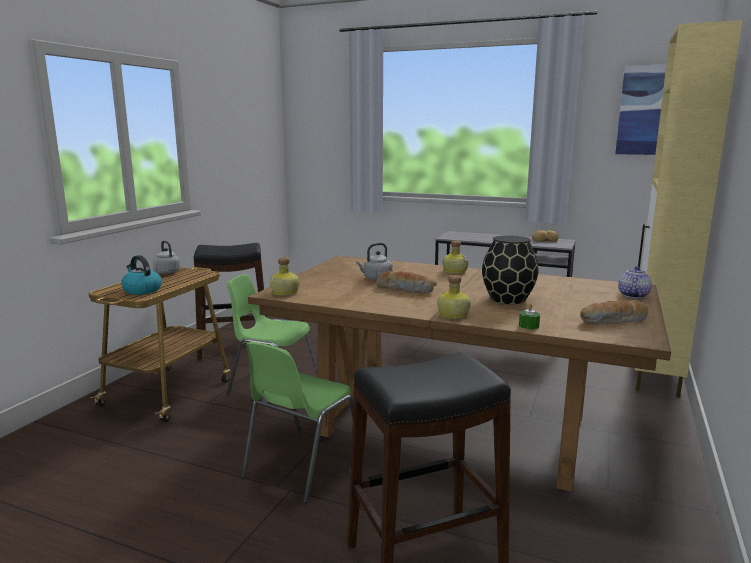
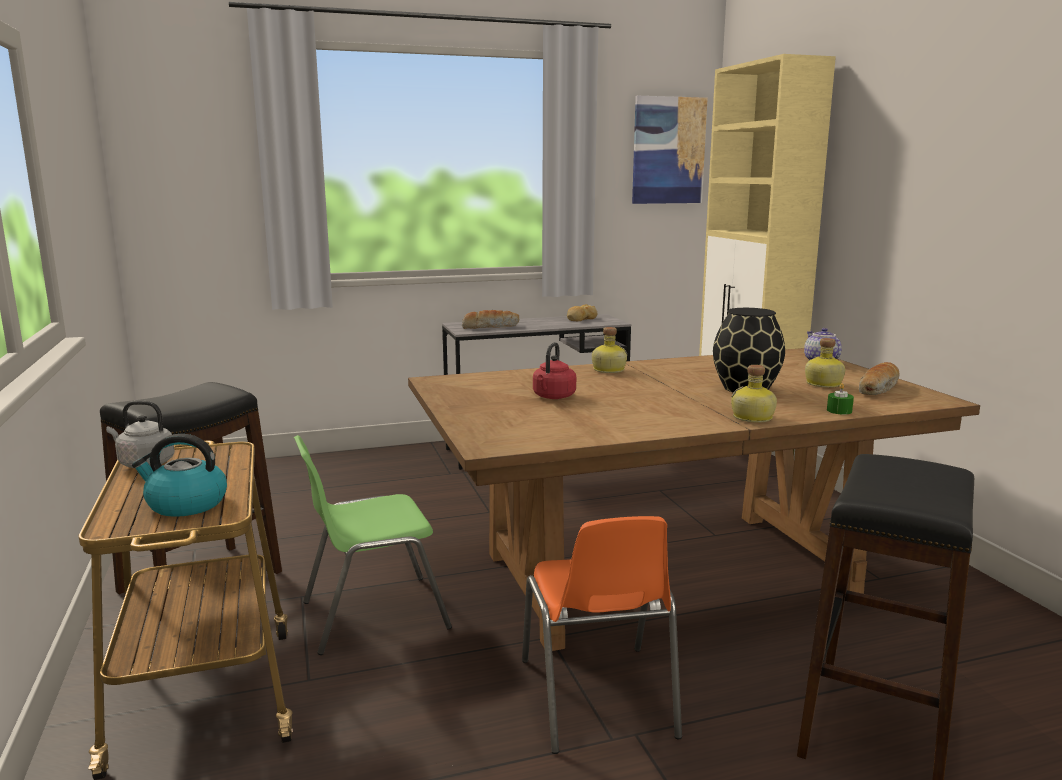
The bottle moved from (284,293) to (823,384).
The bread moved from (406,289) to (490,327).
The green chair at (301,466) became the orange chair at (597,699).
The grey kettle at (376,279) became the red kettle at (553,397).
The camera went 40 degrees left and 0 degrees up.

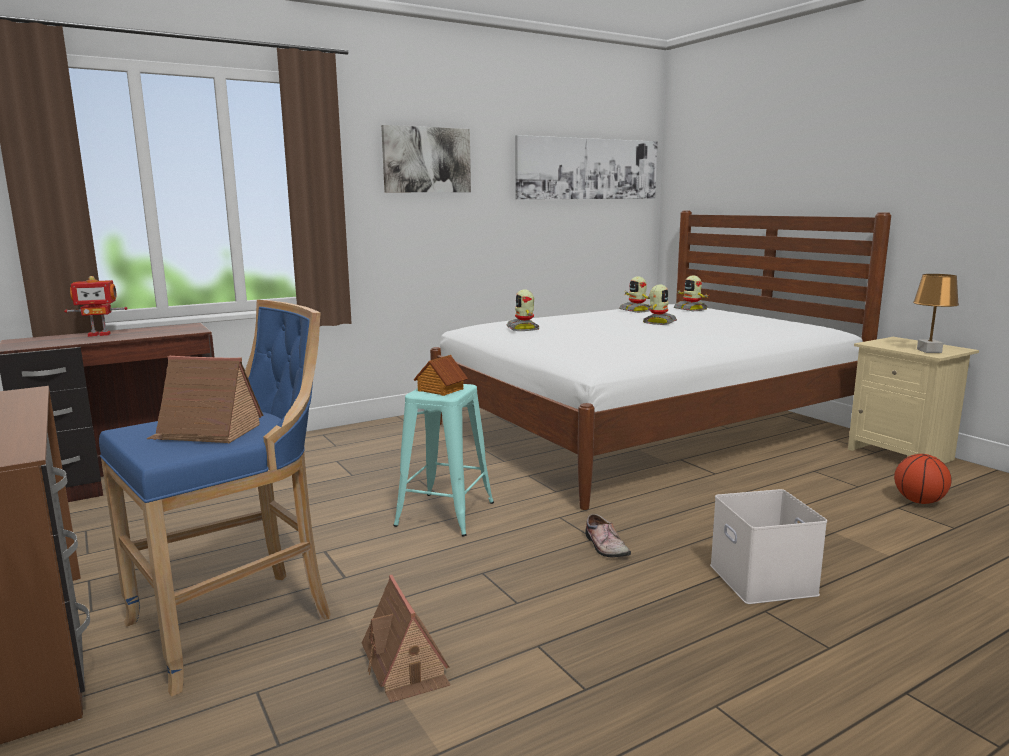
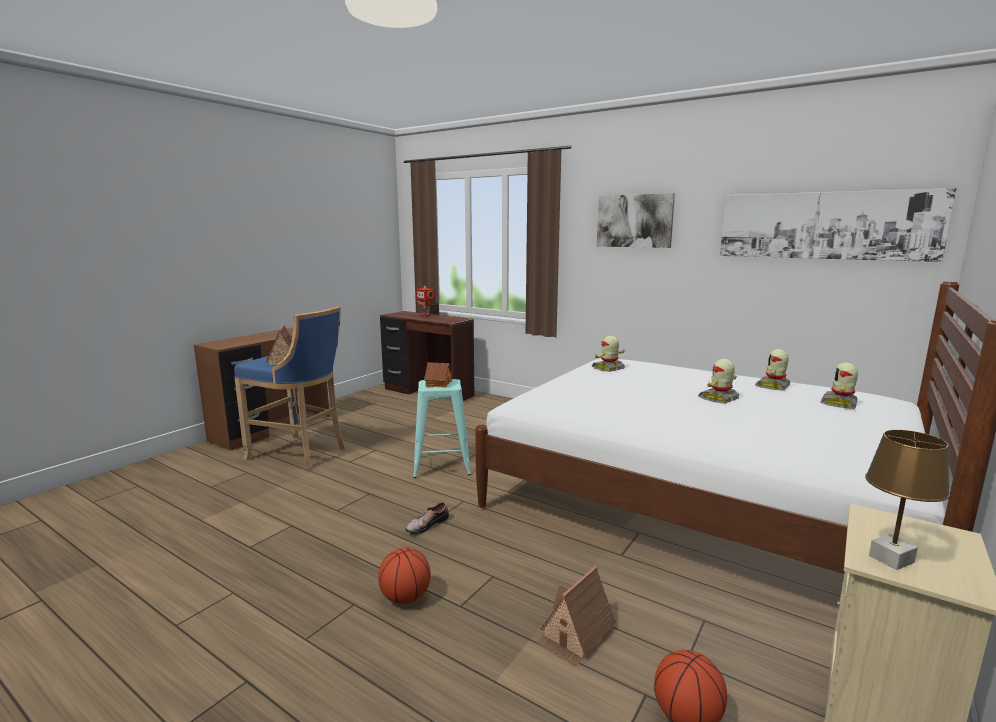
The toy house moved from (406,666) to (575,634).
The white storage box at (760,579) was replaced by the basketball at (405,598).
The toy robot at (658,322) turned 135 degrees clockwise.
The camera went 65 degrees right and 0 degrees up.

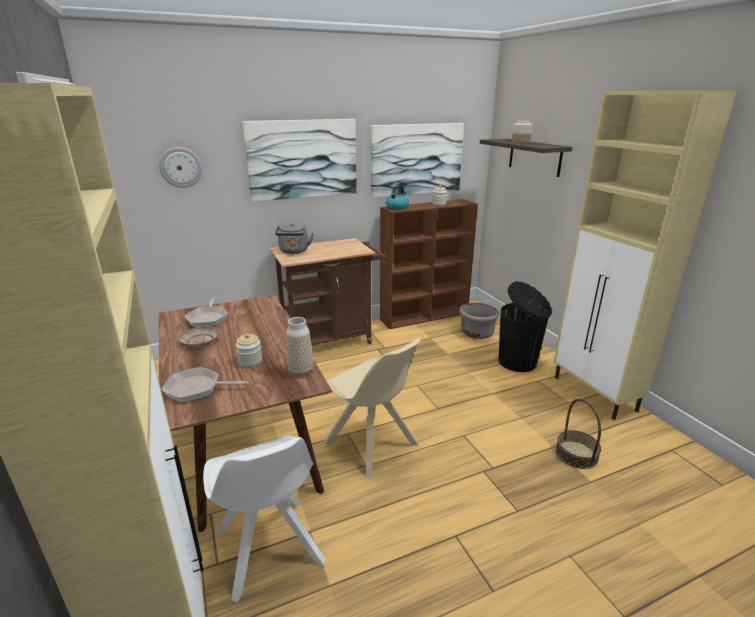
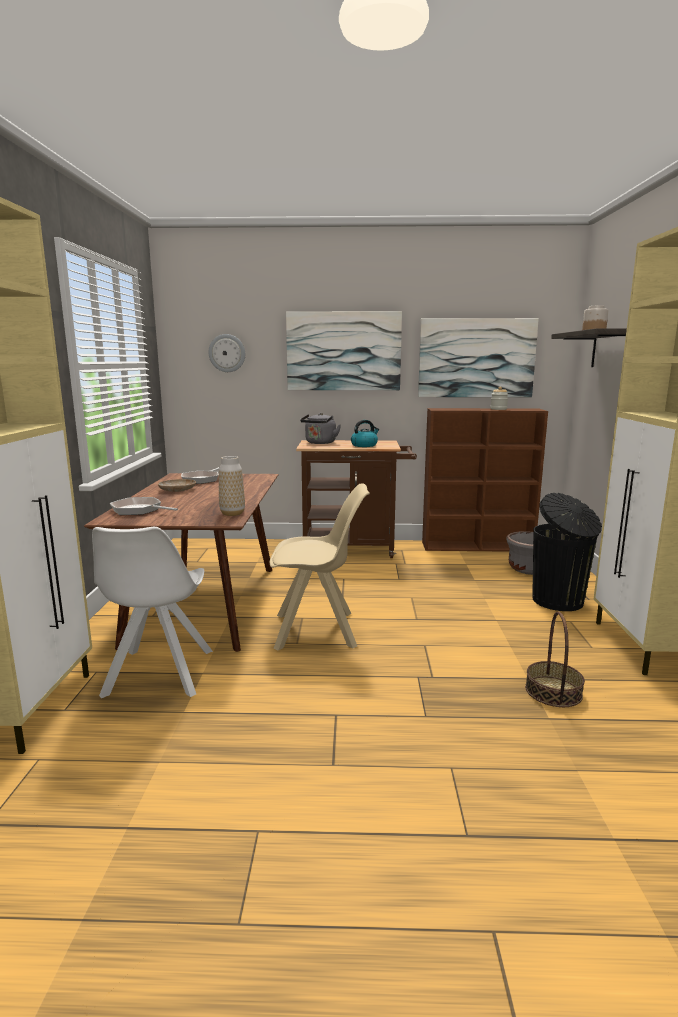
The jar at (250,361) disappeared.
The kettle moved from (397,208) to (364,445).
The beige chair at (372,445) turned 75 degrees counterclockwise.
The camera went 25 degrees right and 10 degrees down.

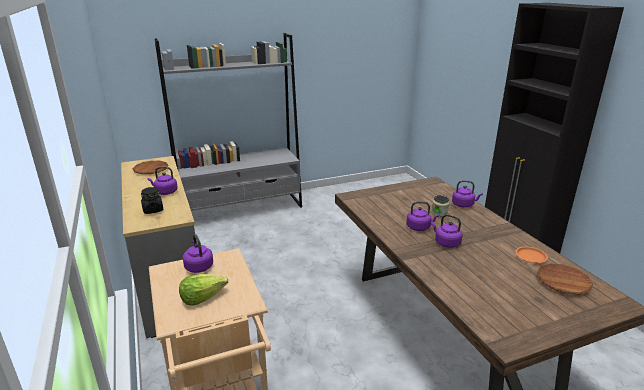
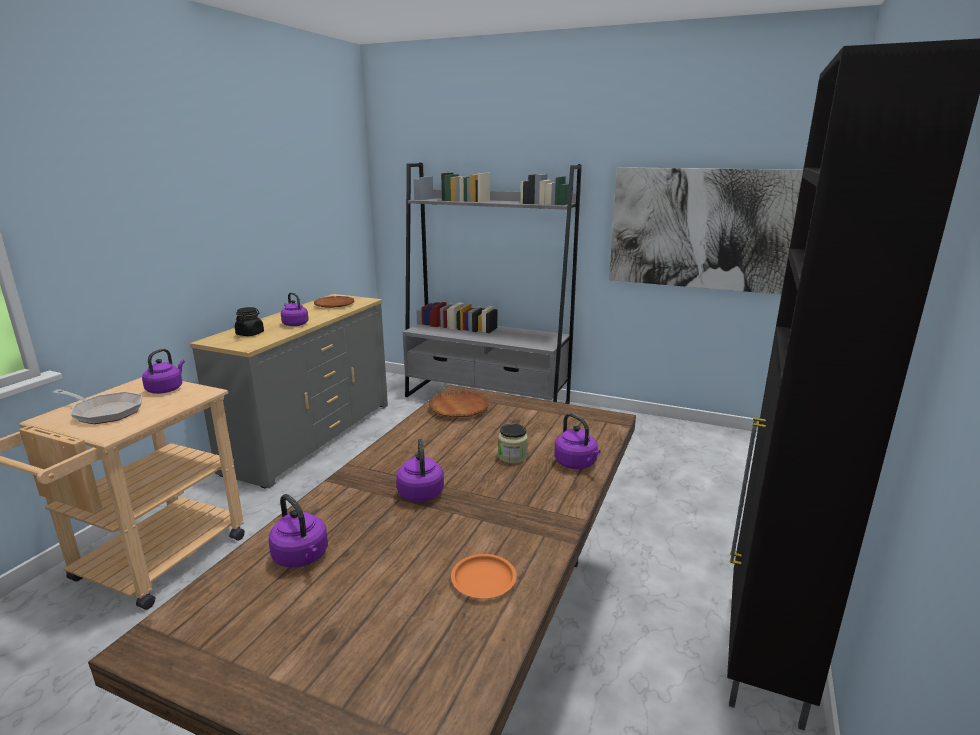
The picture at (700,229) appeared.
The purple kettle moved from (419,227) to (302,557).
The brown plate moved from (563,282) to (458,408).
The lettuce at (202,297) was replaced by the frying pan at (105,412).
The camera went 45 degrees right and 5 degrees down.

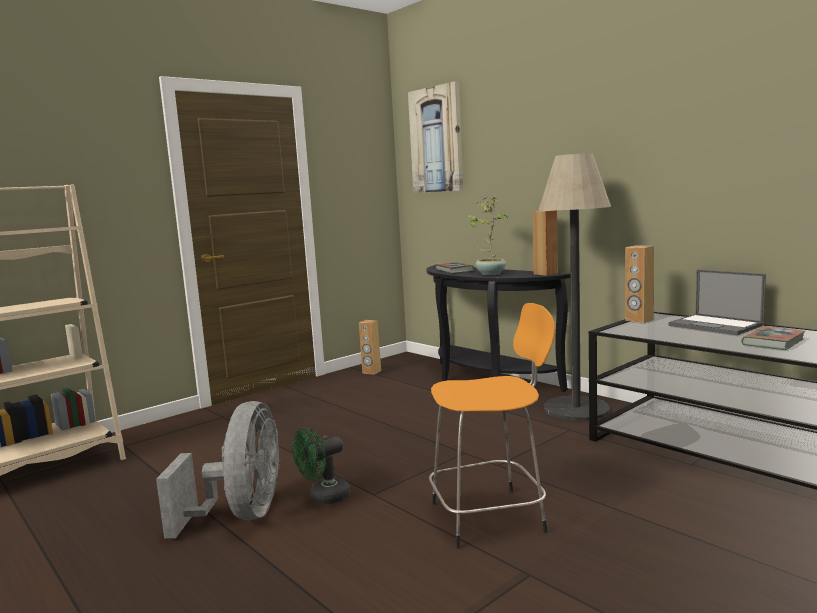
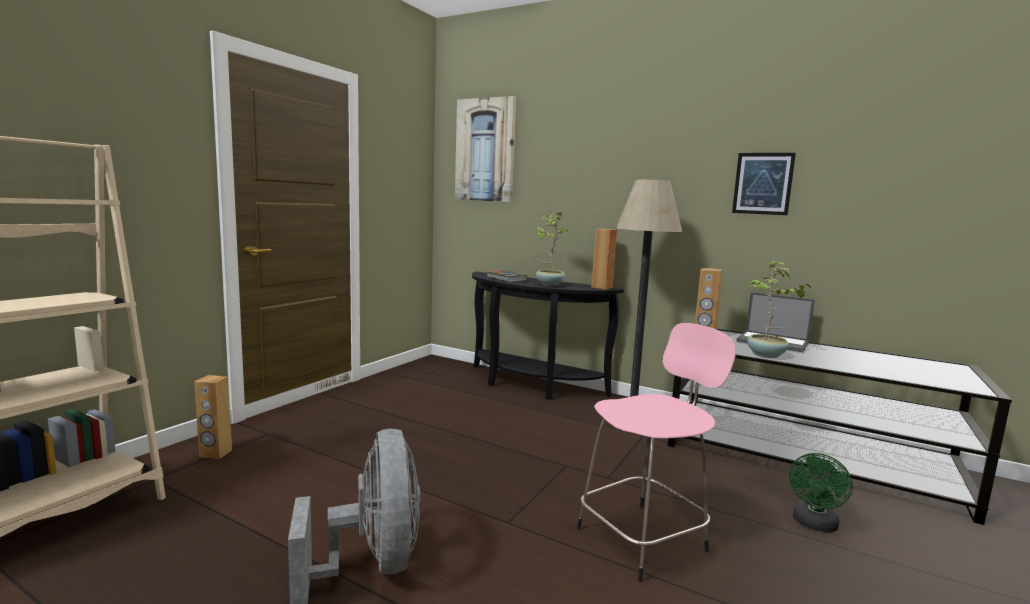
The book at (773,342) disappeared.
The picture at (763,183) appeared.
The potted plant at (766,355) appeared.
The green fan moved from (324,498) to (814,525).
The brown speaker moved from (371,372) to (215,453).
The orange stool at (491,516) became the pink stool at (644,538).
The camera went 20 degrees left and 0 degrees up.

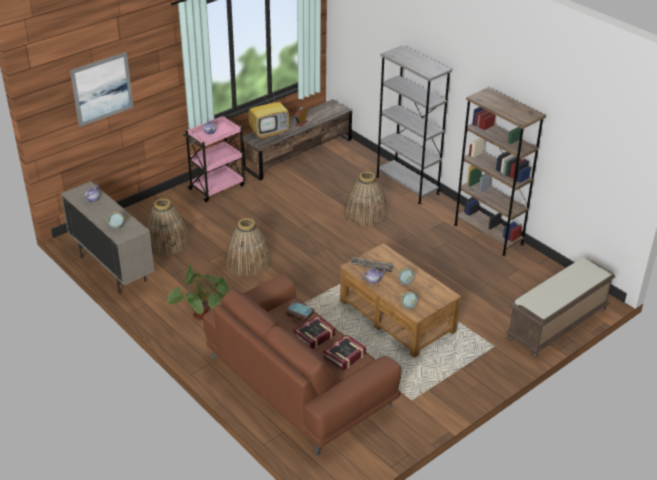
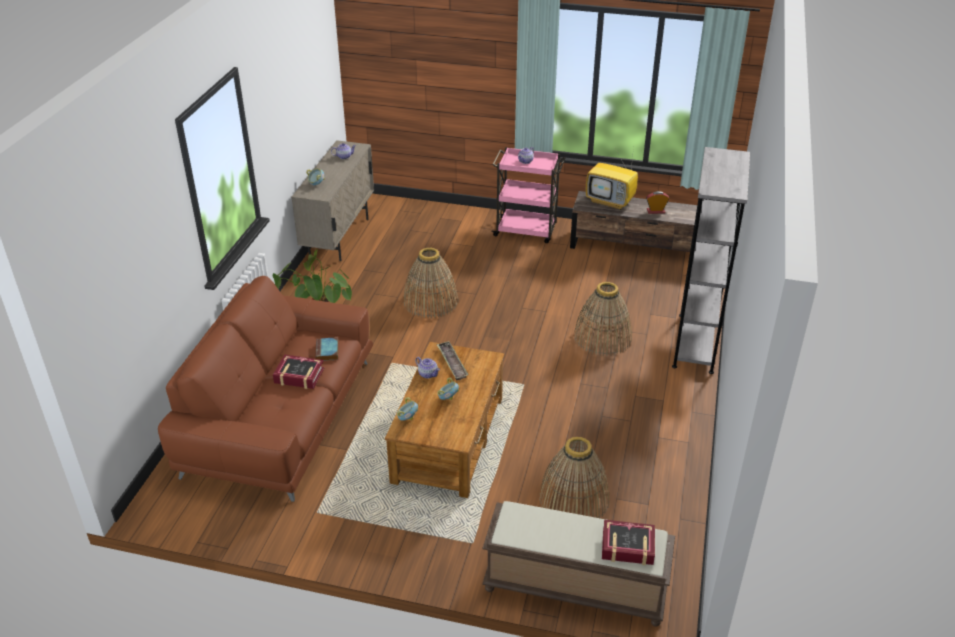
The picture at (102,89) disappeared.
The brown bookcase at (488,234) disappeared.
The basket moved from (166,242) to (574,499).
The book moved from (345,356) to (627,547).
The camera went 55 degrees right and 0 degrees up.

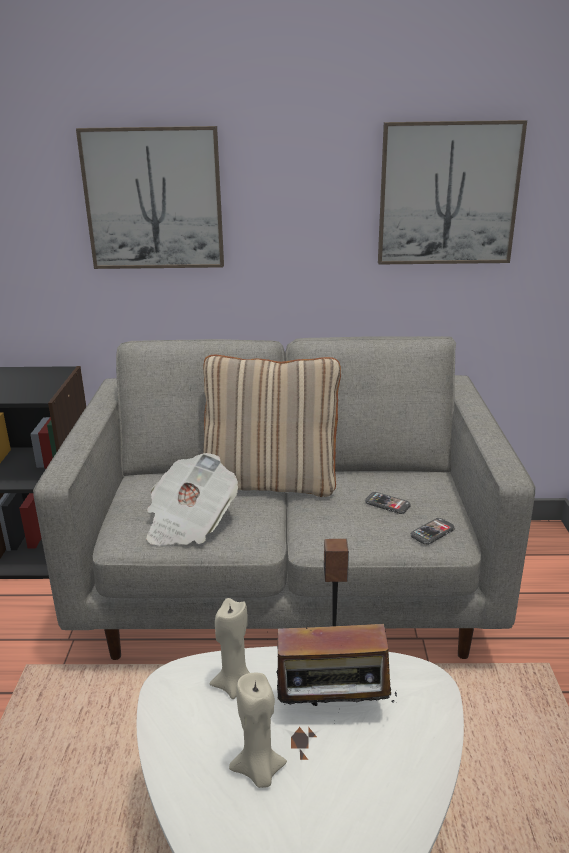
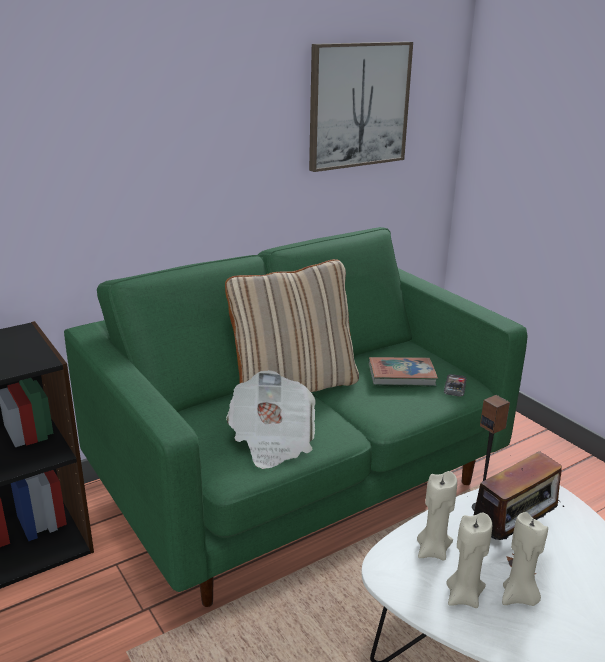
The picture at (154,199) disappeared.
The beige candle at (463,596) appeared.
The phone at (387,504) was replaced by the book at (401,376).
The grey sofa at (288,591) became the green sofa at (300,487).
The camera went 35 degrees left and 0 degrees up.

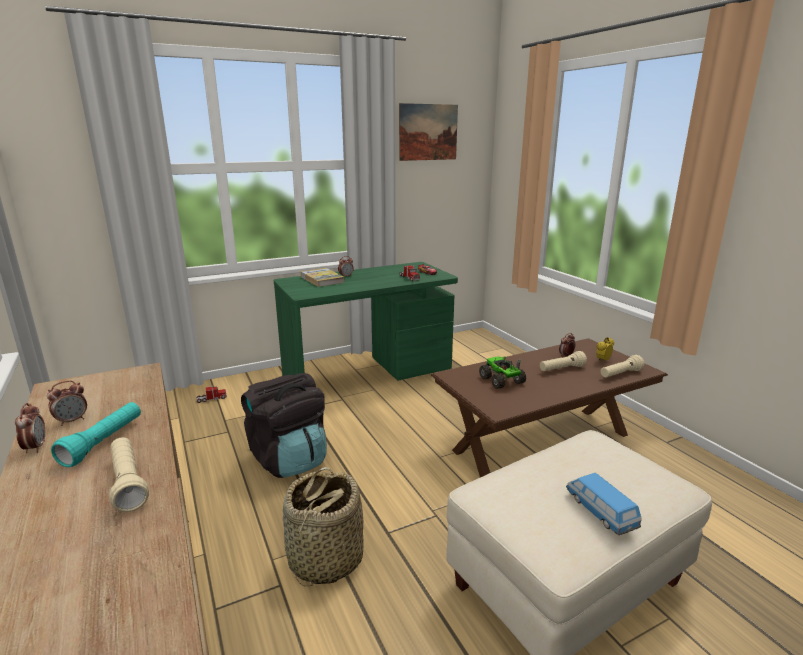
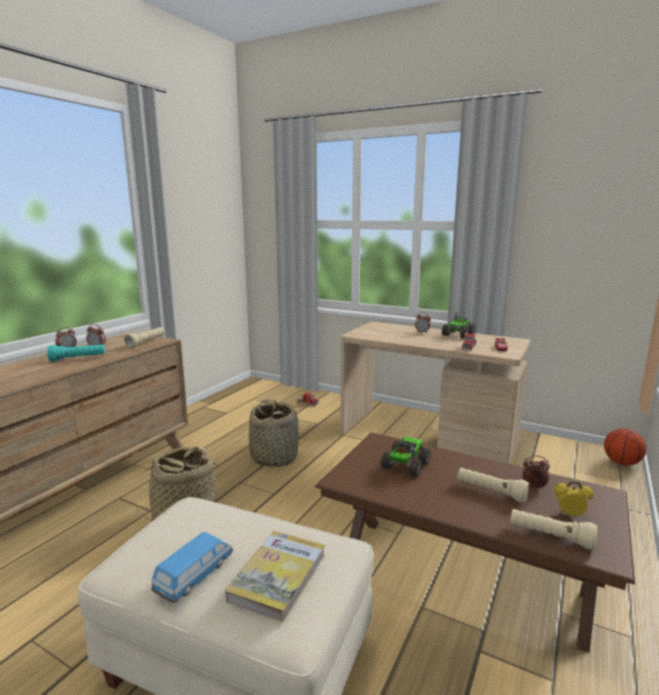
The picture at (428,132) disappeared.
The toy truck at (458,335) appeared.
The basketball at (621,463) appeared.
The beige flashlight moved from (128,483) to (146,342).
The book moved from (322,279) to (278,577).
The black backpack at (289,459) was replaced by the basket at (274,456).
The green desk at (368,375) became the beige desk at (428,436).
The camera went 55 degrees right and 5 degrees down.

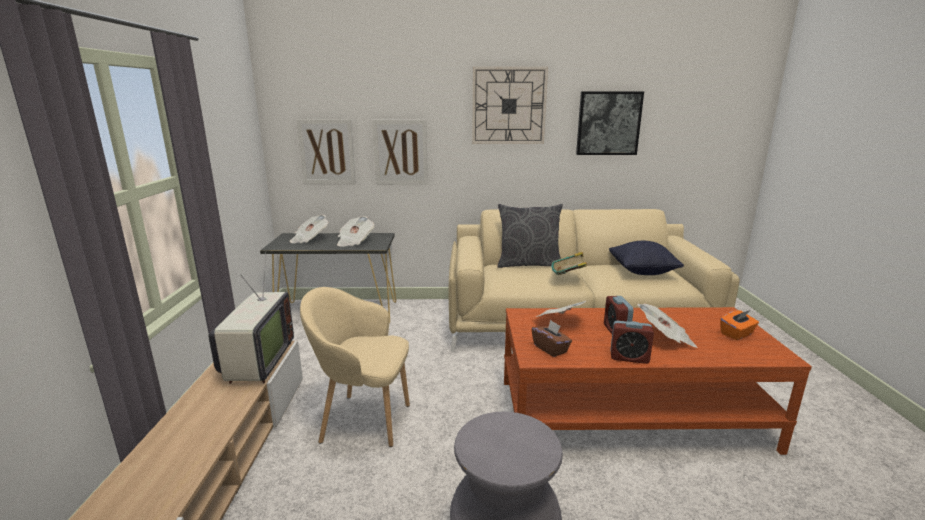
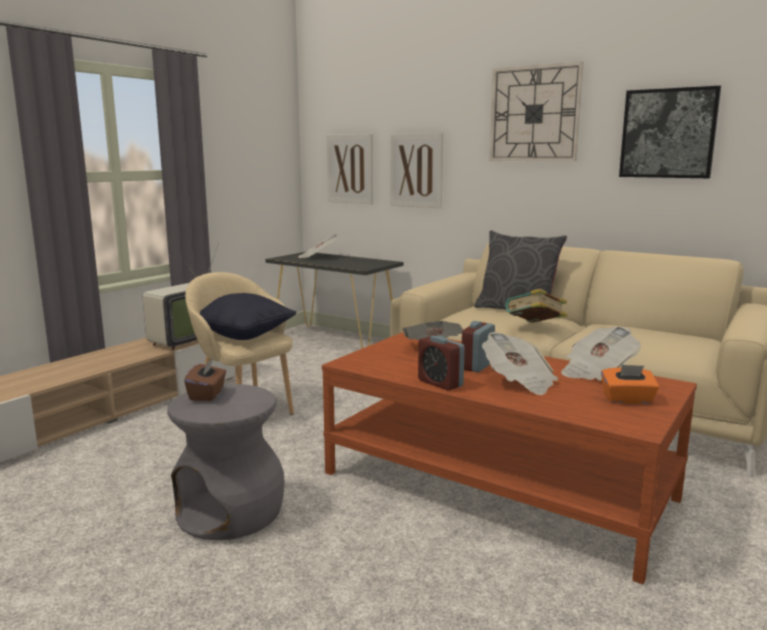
The newspaper moved from (354,241) to (596,372).
The brown tissue box moved from (550,349) to (207,394).
The black pillow moved from (642,271) to (245,336).
The camera went 35 degrees right and 5 degrees down.

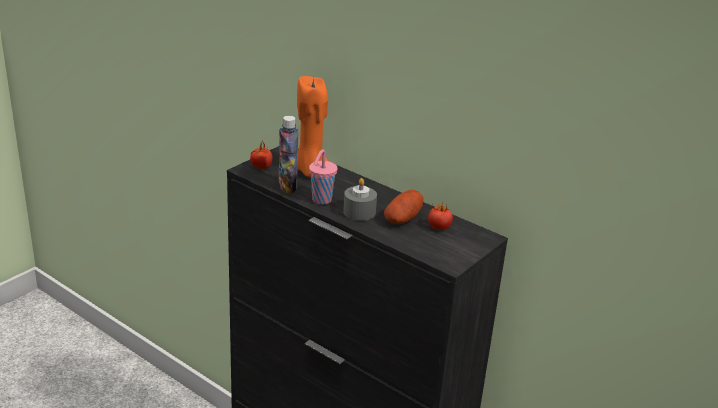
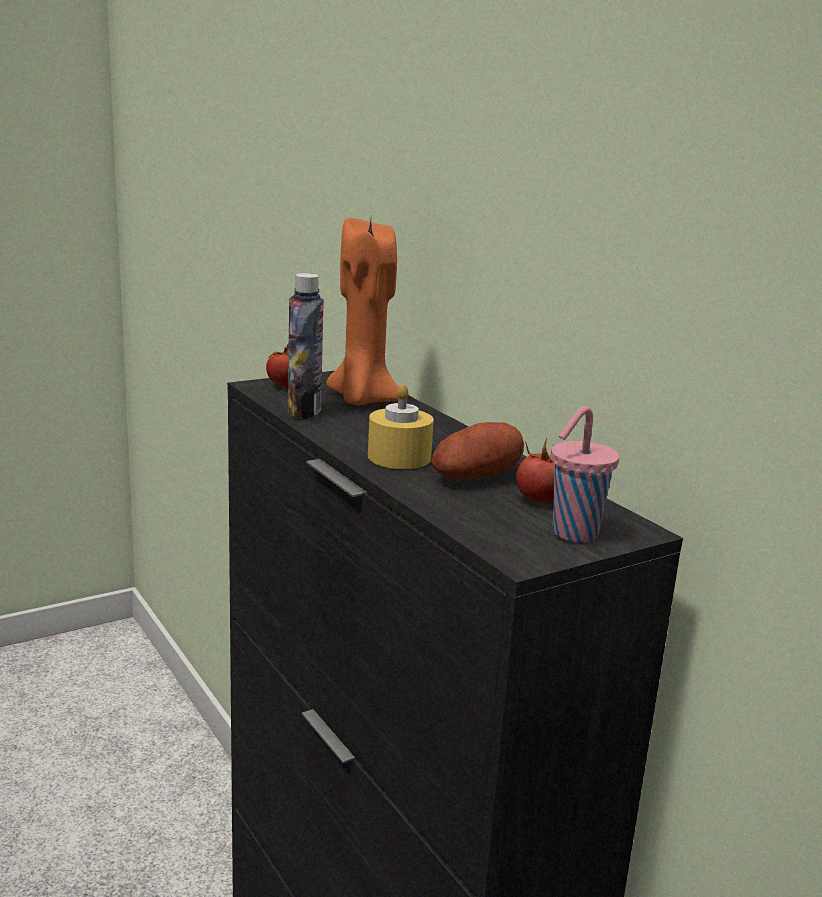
The pink cup moved from (321,200) to (572,534).
The grey candle at (359,212) became the yellow candle at (399,457).
The camera went 20 degrees right and 10 degrees down.

